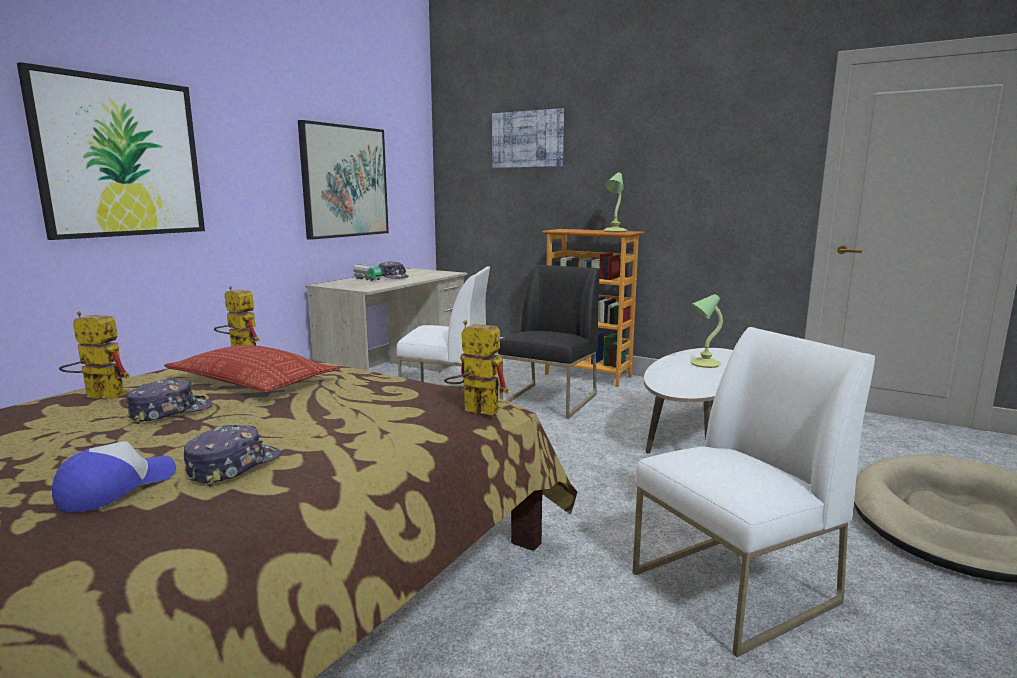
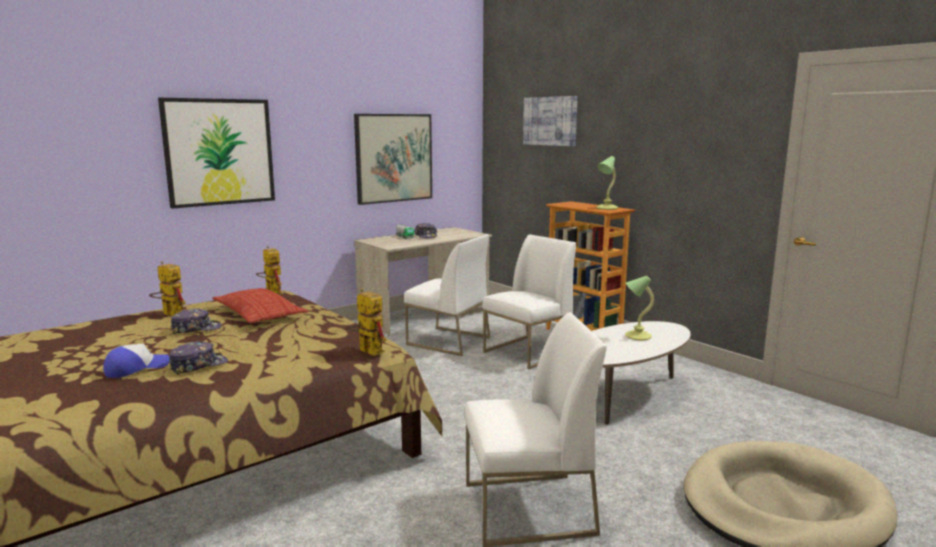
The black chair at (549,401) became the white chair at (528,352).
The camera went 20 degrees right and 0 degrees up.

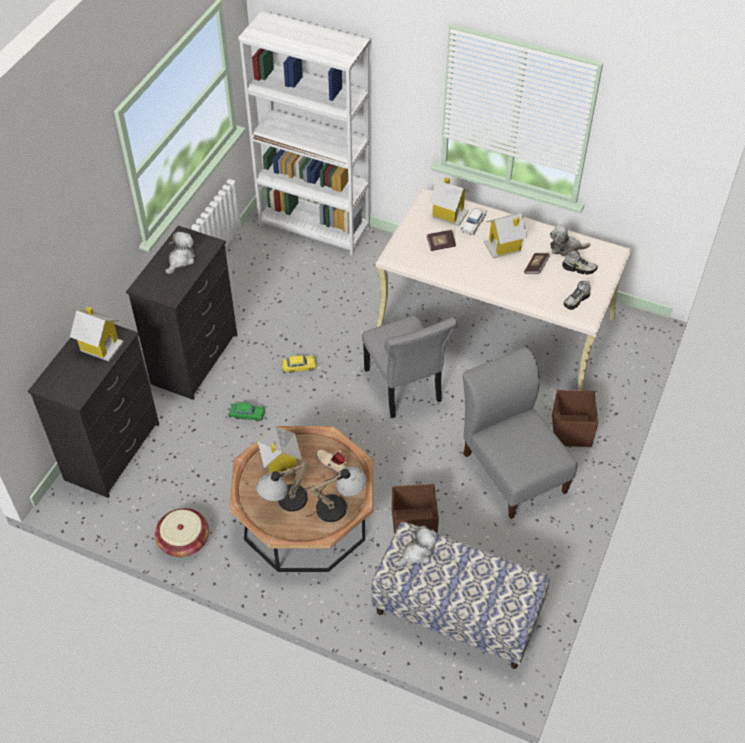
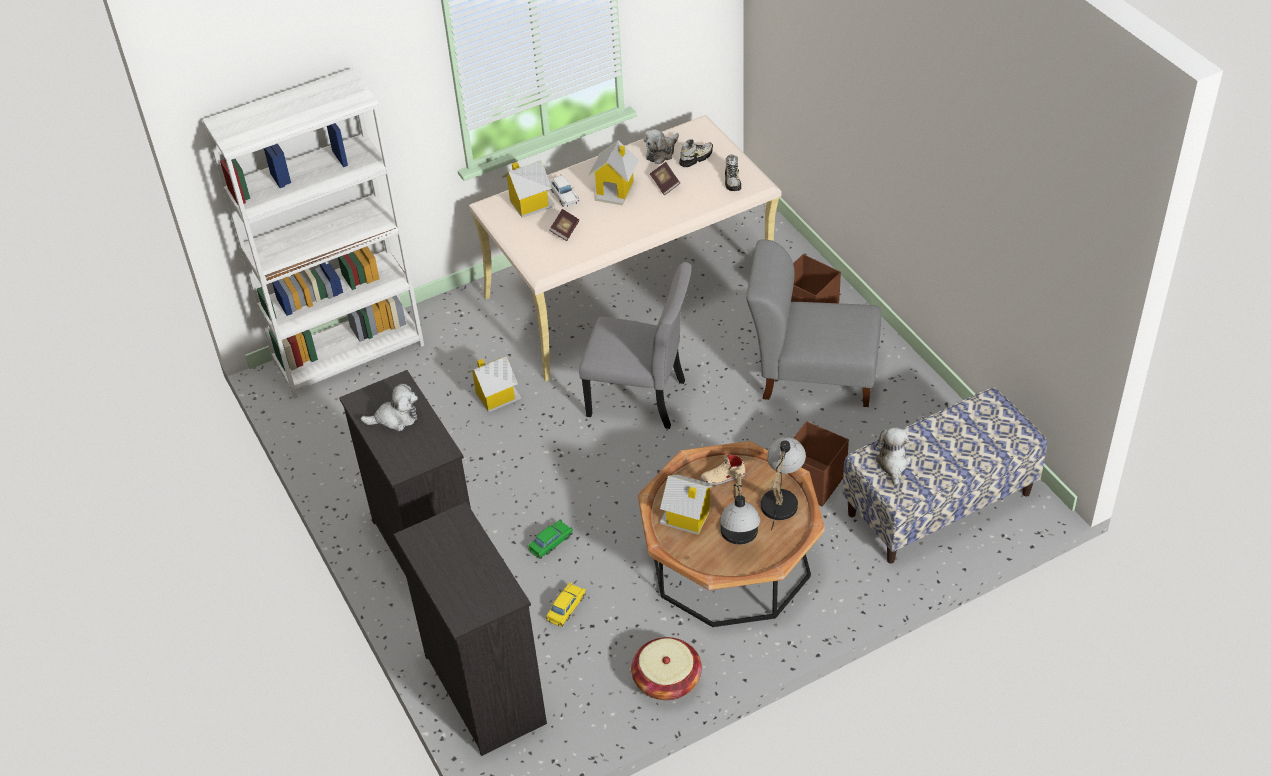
The toy house moved from (100,345) to (496,396).
The yellow toy car moved from (299,367) to (566,608).
The plush toy at (181,260) turned 105 degrees clockwise.
The camera went 50 degrees left and 5 degrees down.

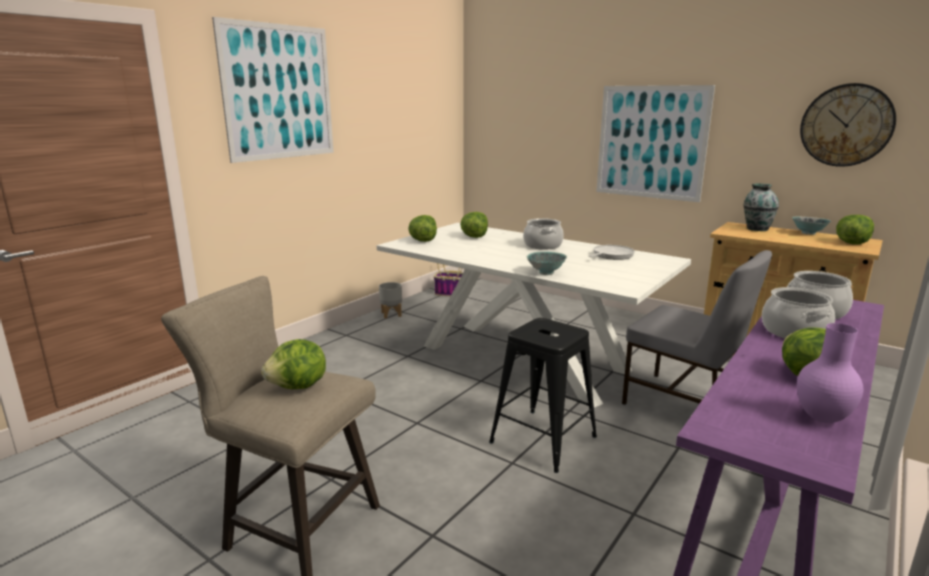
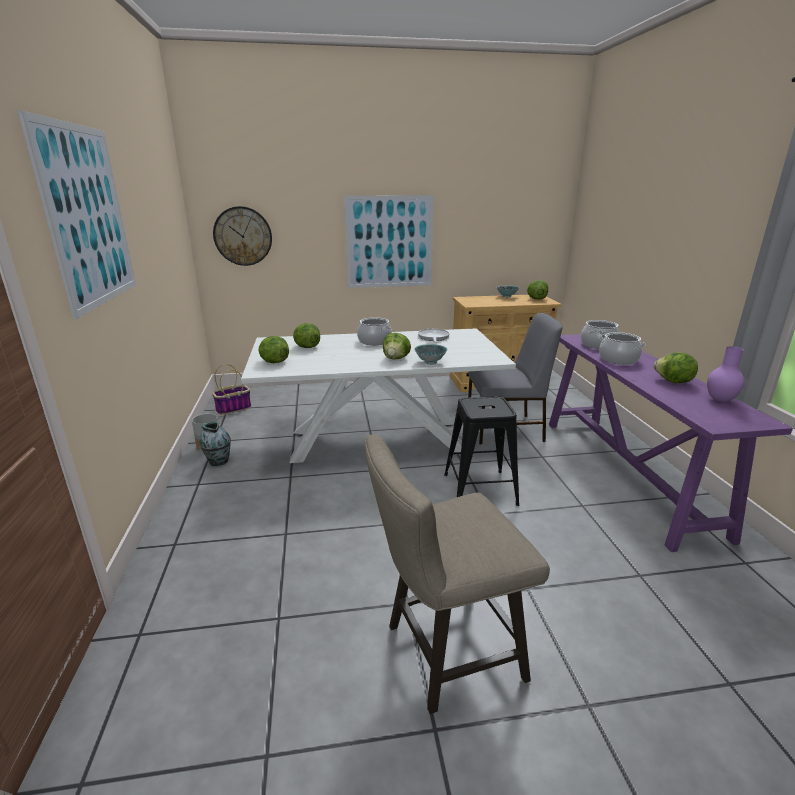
The lettuce moved from (298,387) to (396,359).
The vase moved from (757,229) to (218,461).
The wall clock moved from (846,125) to (243,236).
The camera went 45 degrees left and 5 degrees up.

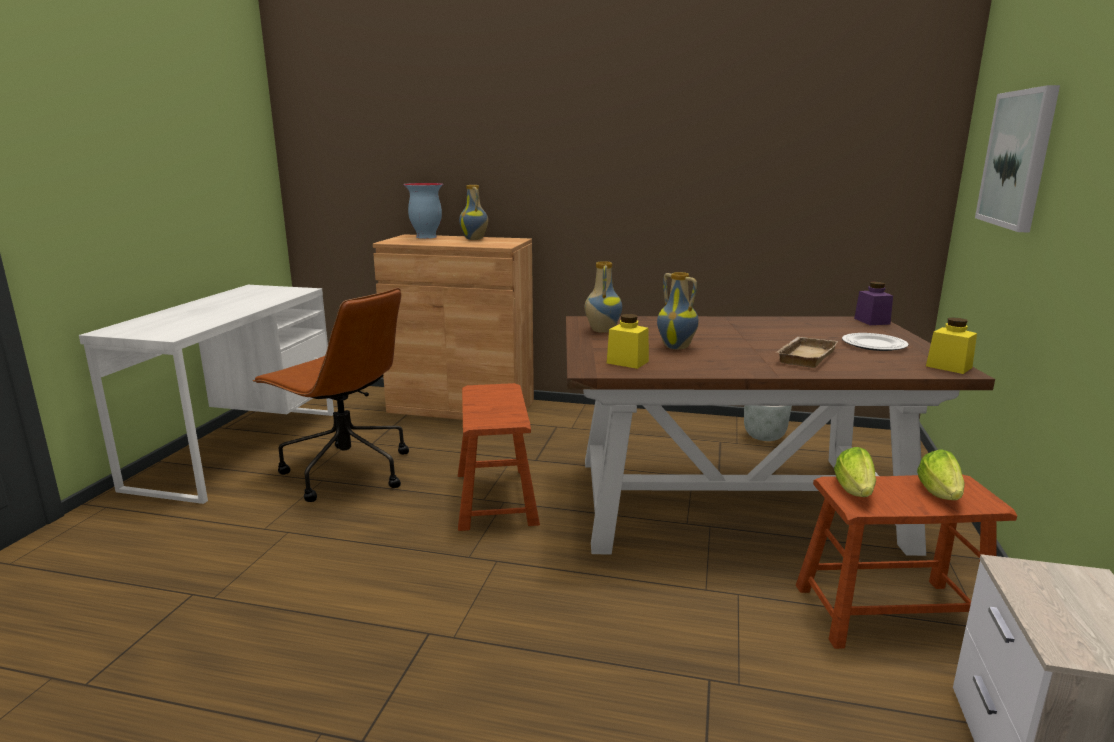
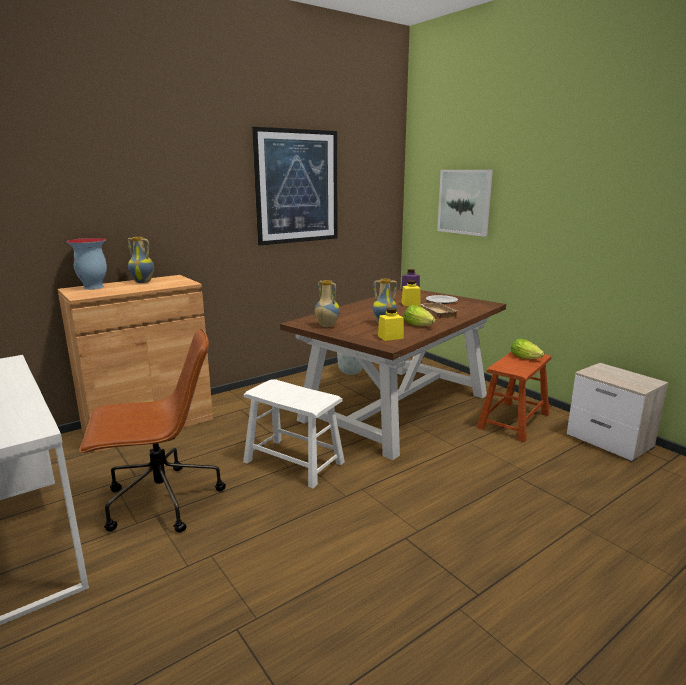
The picture at (297,187) appeared.
The lettuce moved from (855,491) to (419,325).
The yellow jar moved from (948,367) to (410,304).
The brown stool at (495,498) became the white stool at (294,462).
The camera went 50 degrees left and 0 degrees up.

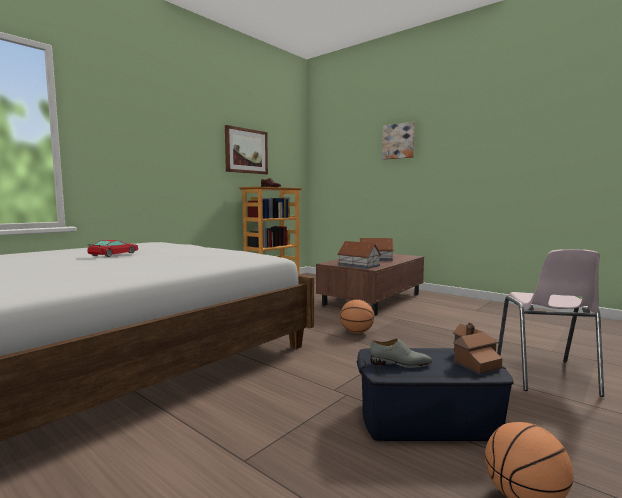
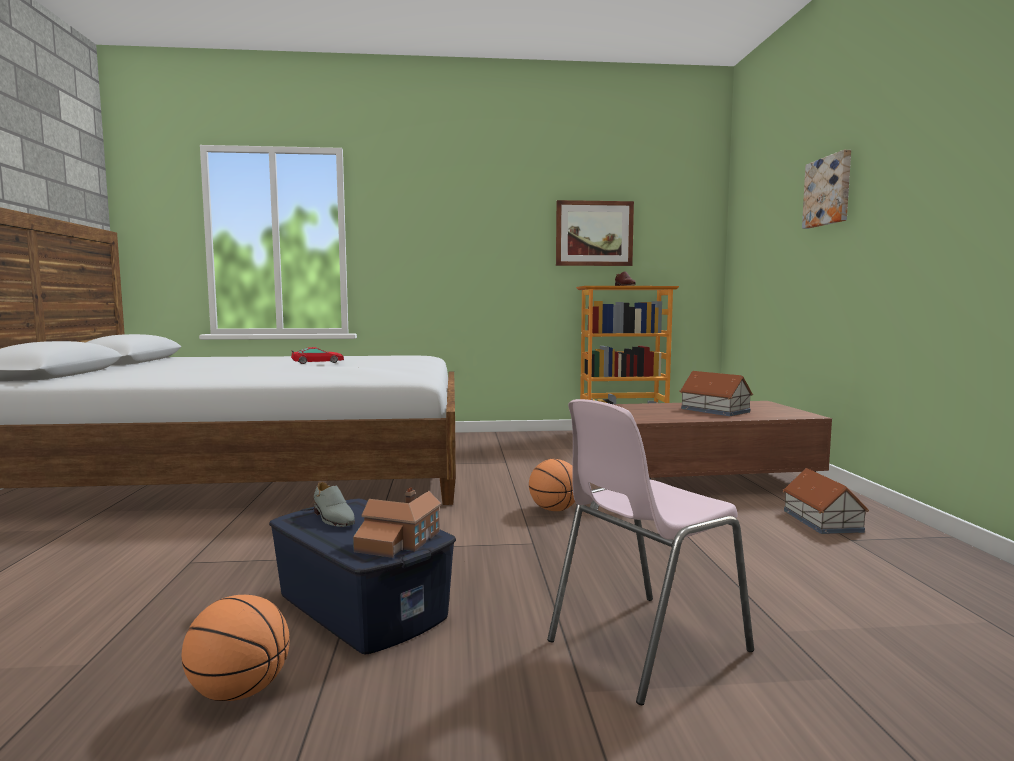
The toy house moved from (359,265) to (822,521).
The camera went 45 degrees right and 0 degrees up.

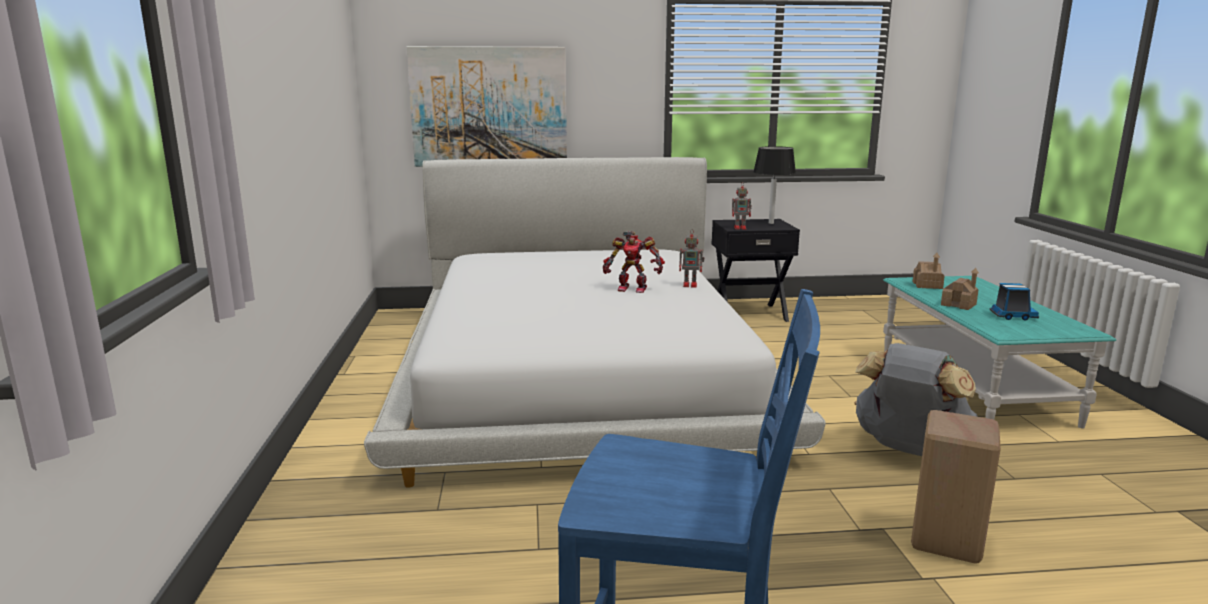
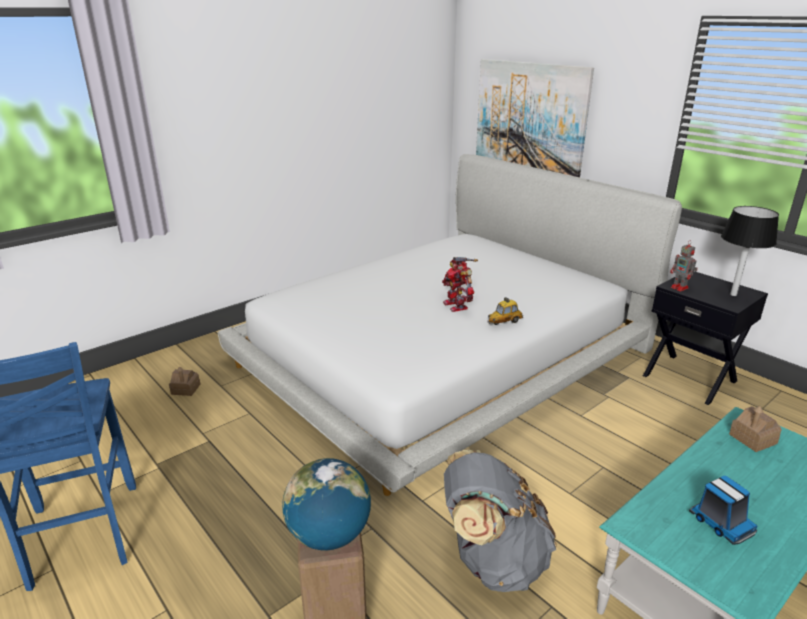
The globe at (329,535) appeared.
The toy house moved from (958,305) to (185,389).
The toy robot at (691,285) was replaced by the toy car at (504,322).
The camera went 55 degrees right and 10 degrees up.

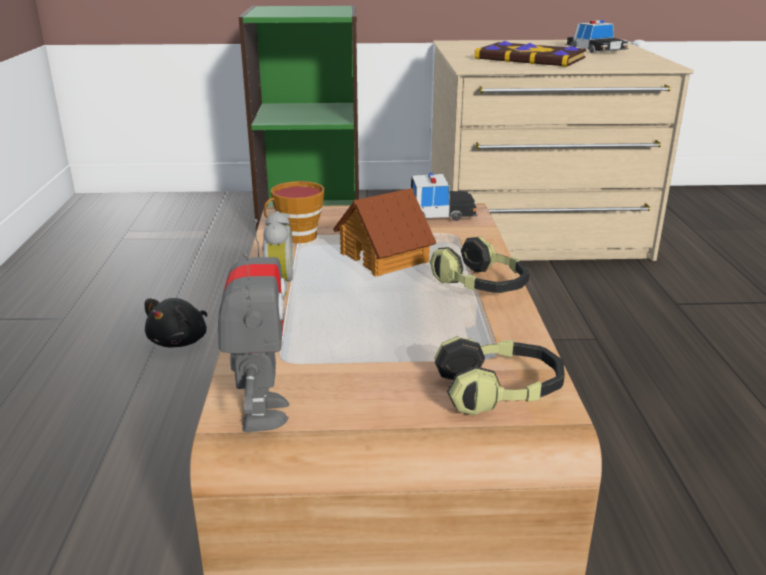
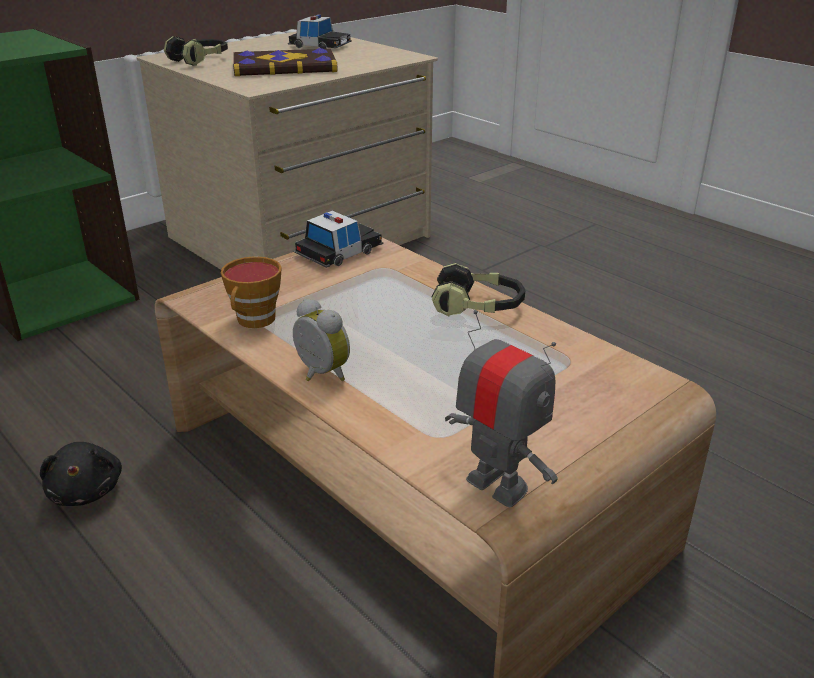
The toy house at (385,257) disappeared.
The headphones moved from (500,392) to (200,60).
The camera went 40 degrees left and 5 degrees up.

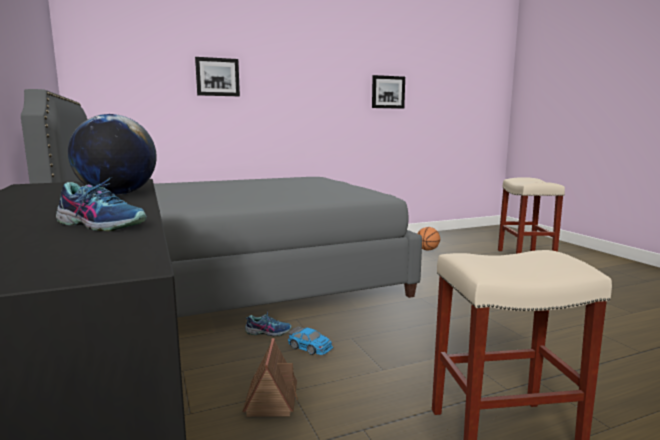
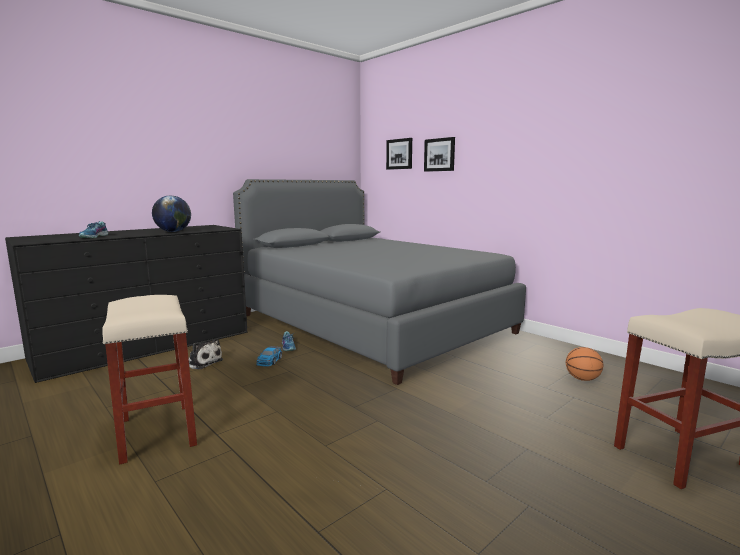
The picture moved from (388,92) to (399,154).
The toy house at (271,398) was replaced by the plush toy at (203,362).
The camera went 70 degrees right and 0 degrees up.

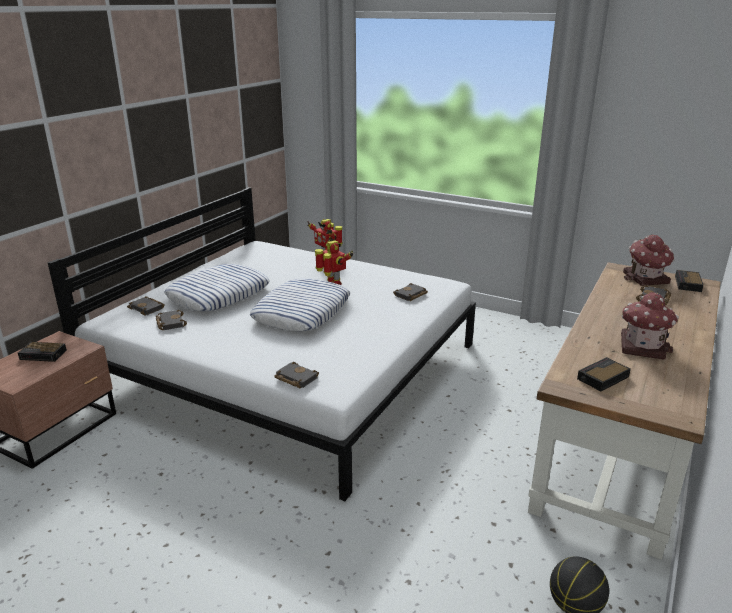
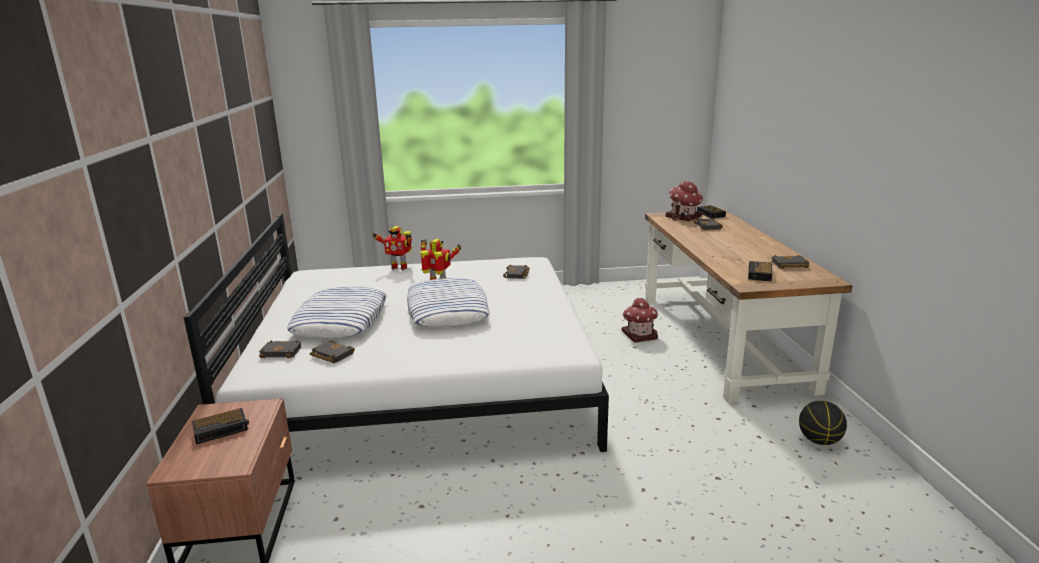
The black book moved from (295,378) to (789,265).
The toy house moved from (642,346) to (639,335).
The camera went 35 degrees left and 5 degrees down.

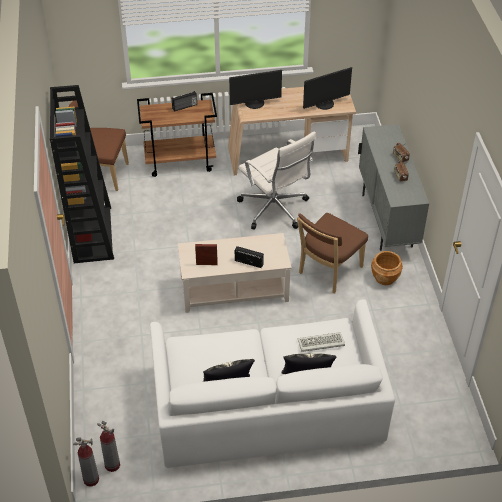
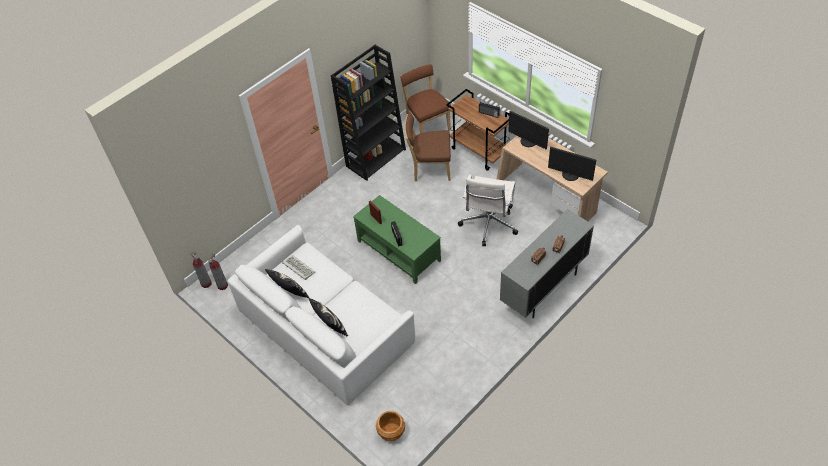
The brown chair moved from (328,271) to (429,168).
The keyboard moved from (320,344) to (298,268).
The brown planter moved from (385,277) to (391,432).
The beige coffee table at (234,289) became the green coffee table at (398,251).
The camera went 55 degrees right and 5 degrees up.

